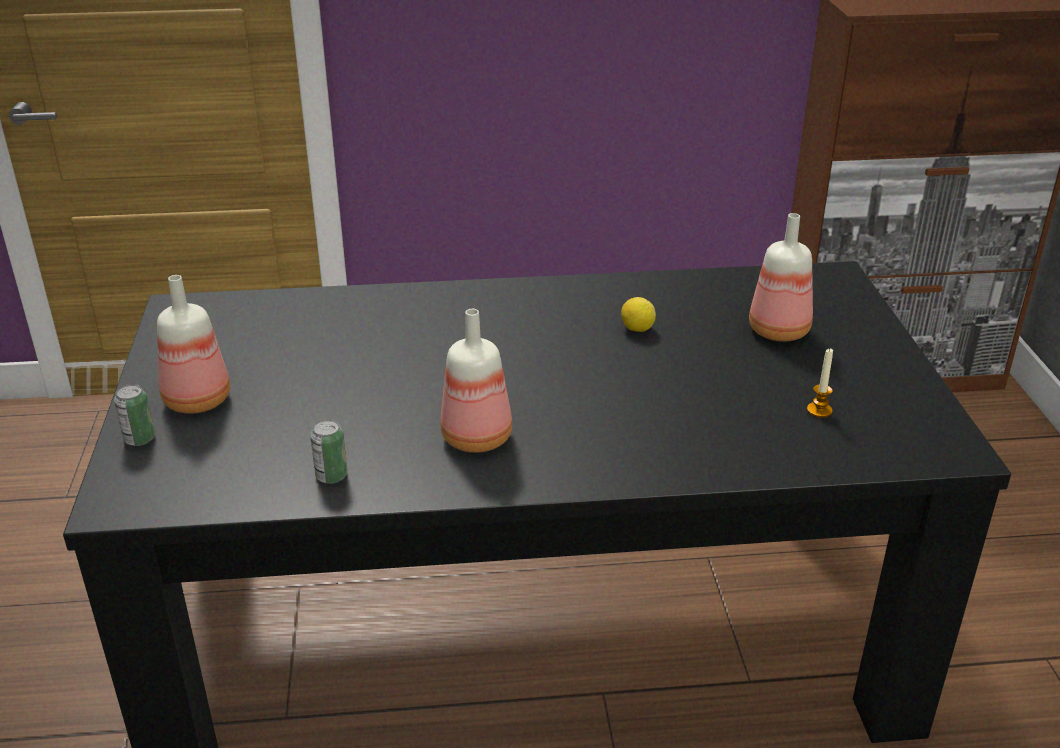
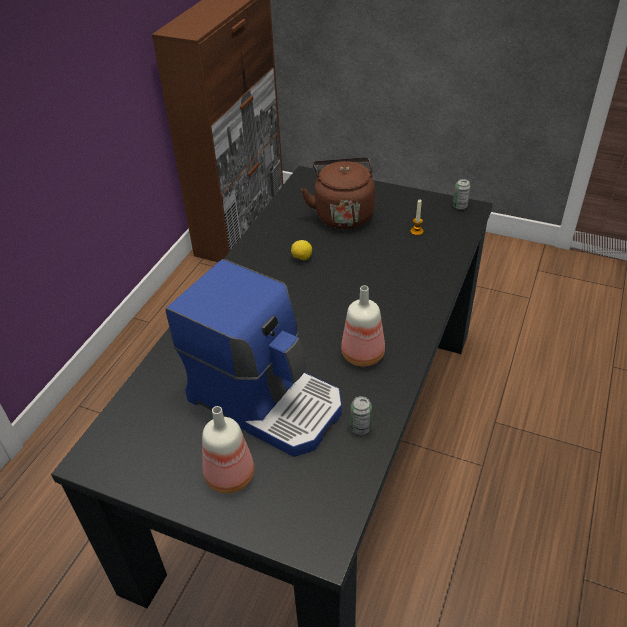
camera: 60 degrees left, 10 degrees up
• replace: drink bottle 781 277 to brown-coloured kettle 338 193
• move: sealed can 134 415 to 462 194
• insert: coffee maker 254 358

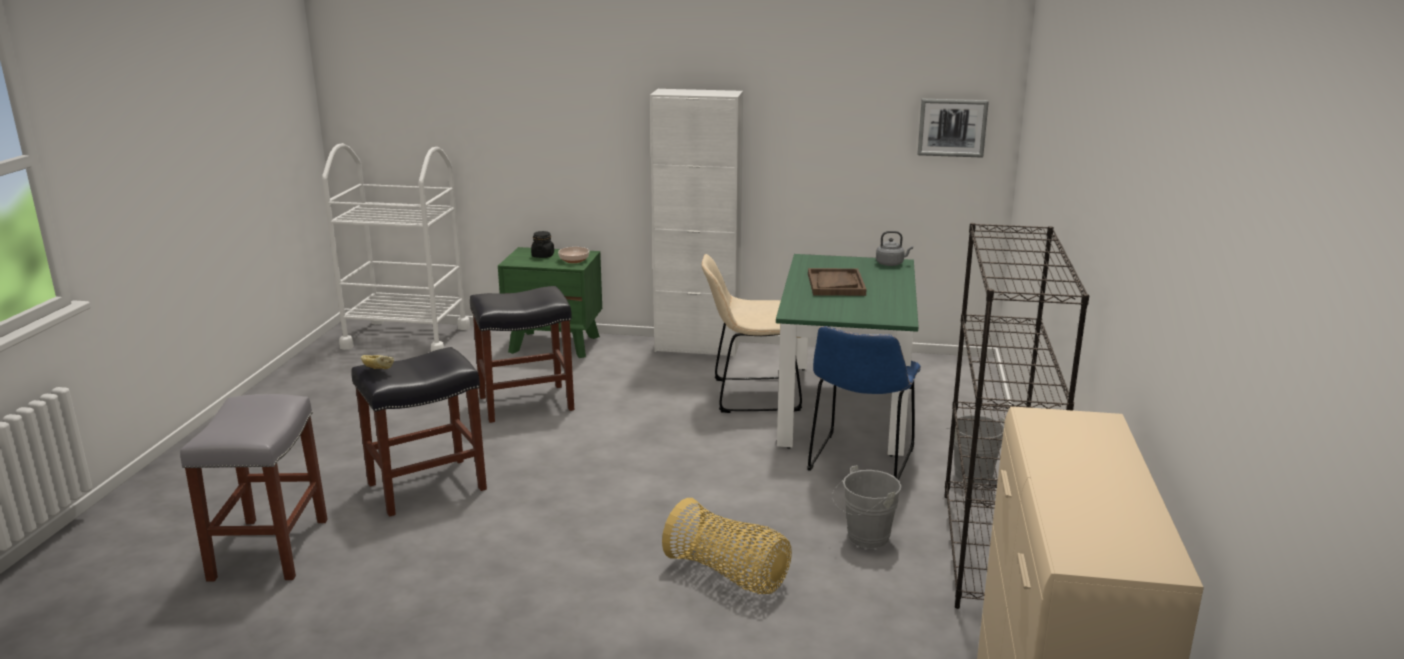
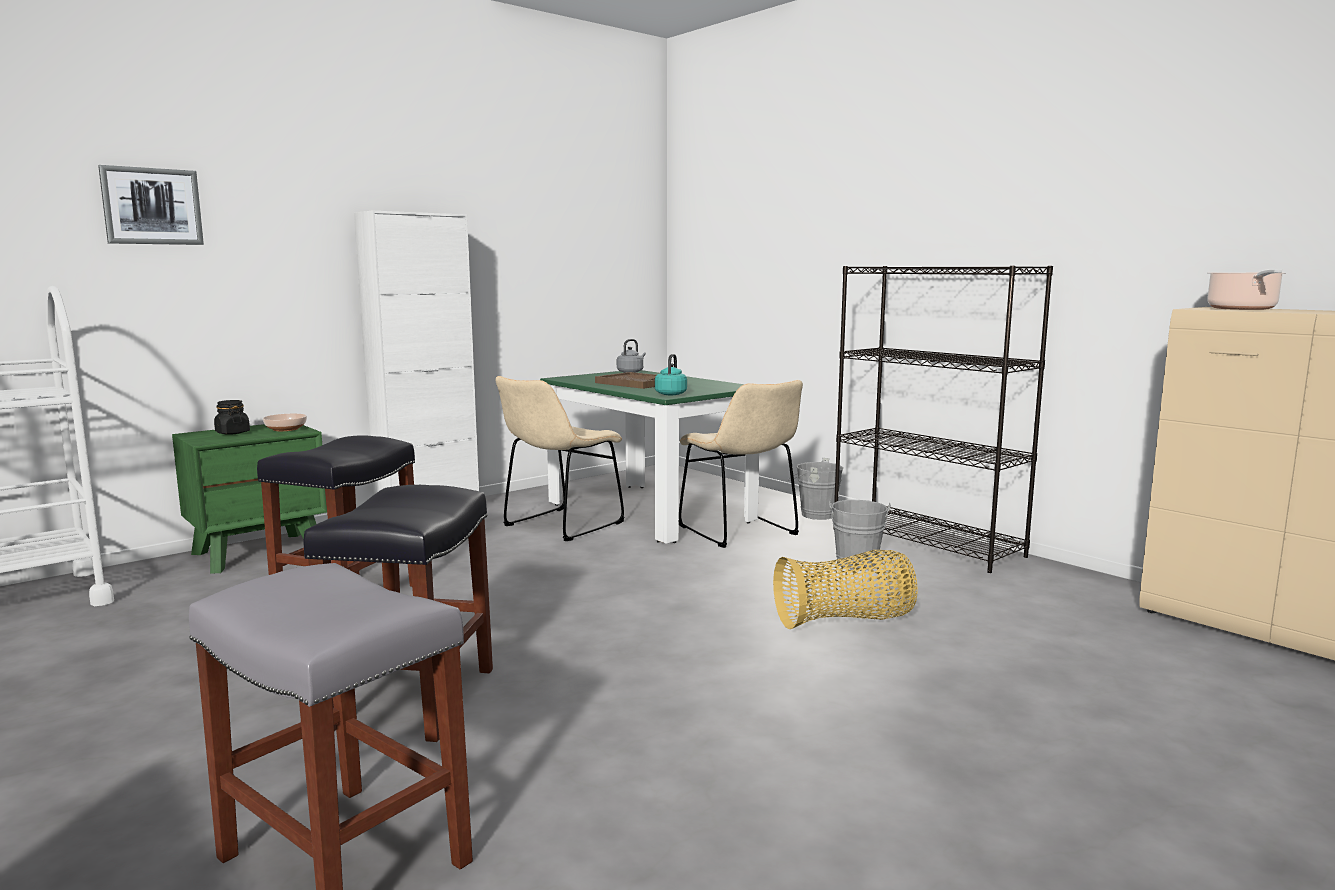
camera: 50 degrees left, 10 degrees down
• move: wall art 953 128 to 151 205
• recolor: blue plain chair 864 403 to beige-coloured plain chair 741 464
• delete: bakery bread 377 362
• insert: saucepot 1246 289
• insert: turquoise-coloured kettle 671 374

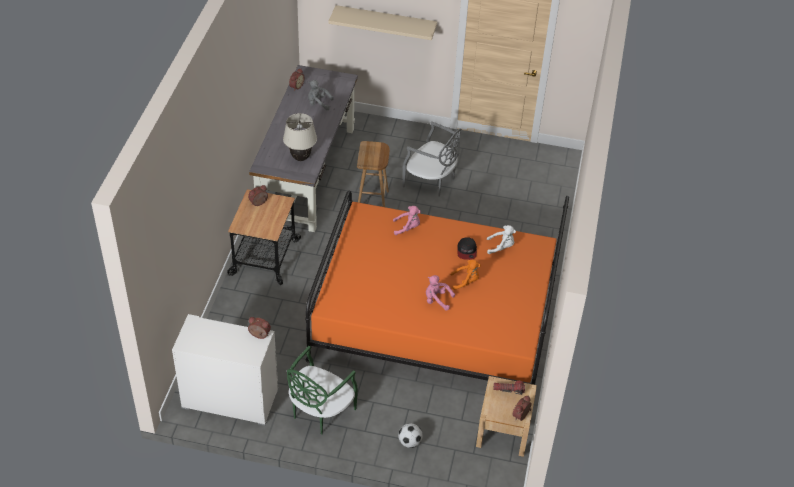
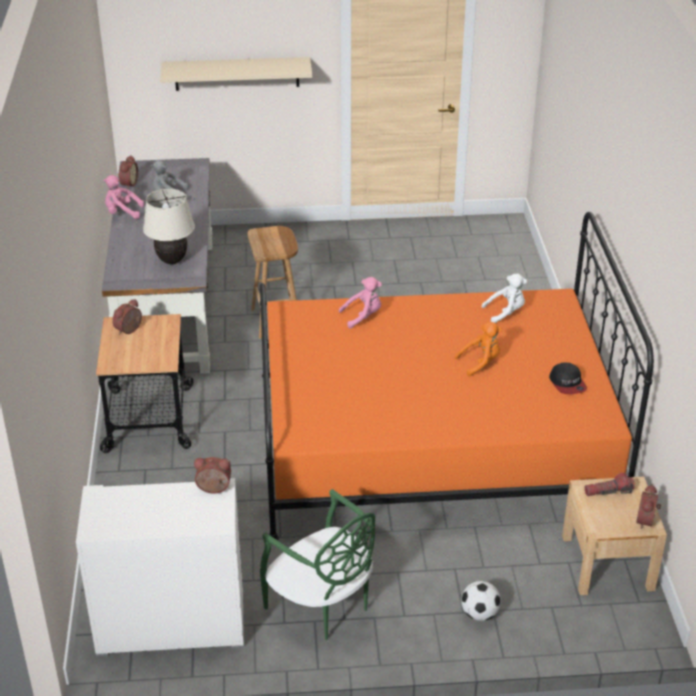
camera: 15 degrees left, 10 degrees down
• delete: gray plain chair 432 159
• move: peaked cap 467 248 to 568 378
• move: pink-coloured soft toy 440 292 to 124 197
• rotate: green-coloured plain chair 322 390 = 317 564 60 degrees counterclockwise

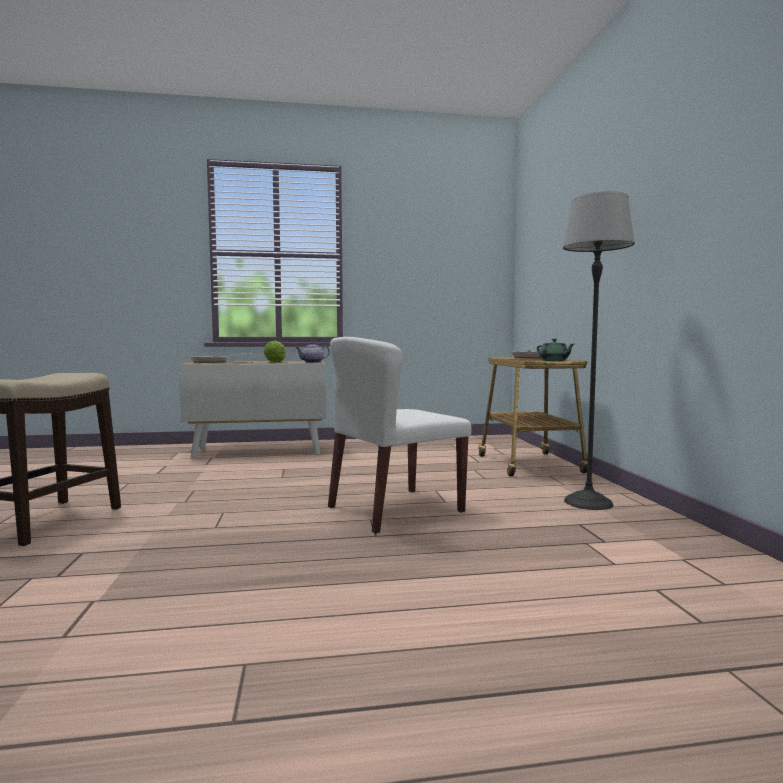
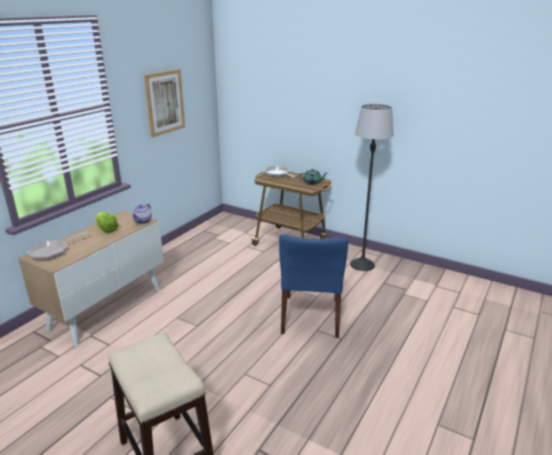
camera: 50 degrees left, 20 degrees up
• recolor: white-coloured plain chair 400 435 to blue plain chair 313 286
• insert: wall art 164 103

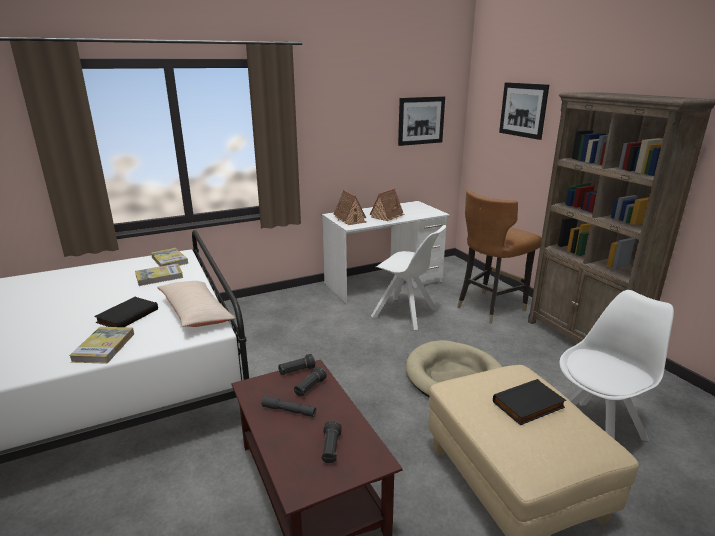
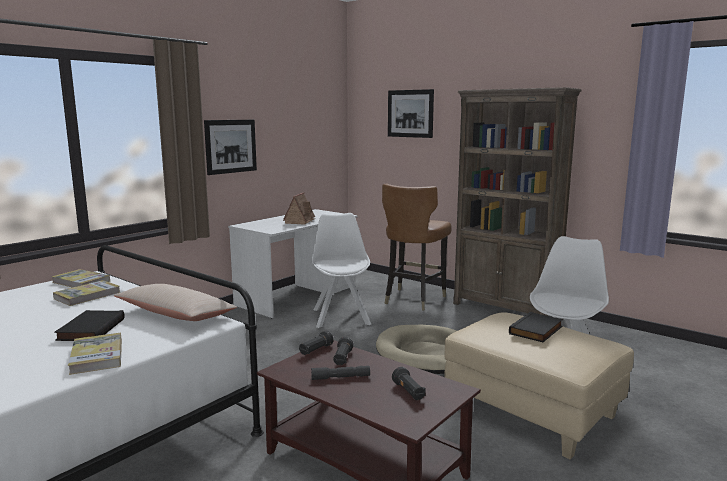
camera: 25 degrees left, 10 degrees down
• move: wall art 421 121 to 230 147
• delete: model house 350 207
• rotate: white-coloured plain chair 408 277 = 341 270 105 degrees counterclockwise

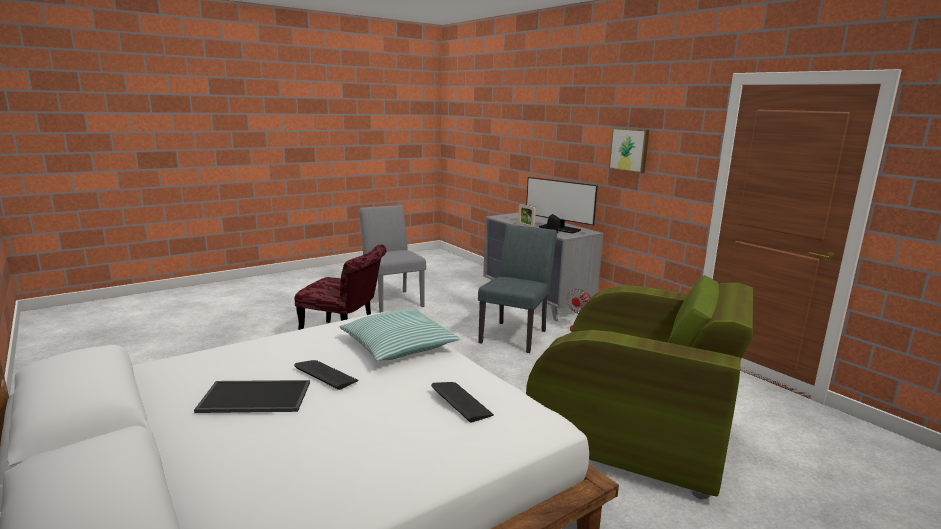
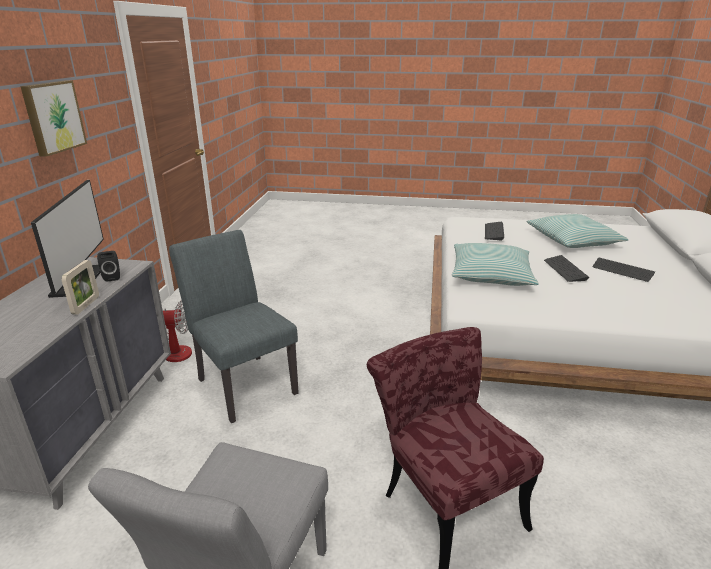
camera: 135 degrees left, 10 degrees up
• rotate: gray plain chair 517 289 = 234 326 75 degrees clockwise
• delete: green-coloured lounge chair 640 387
• replace: serving tray 252 396 to PC keyboard 624 269
• insert: pillow 577 231

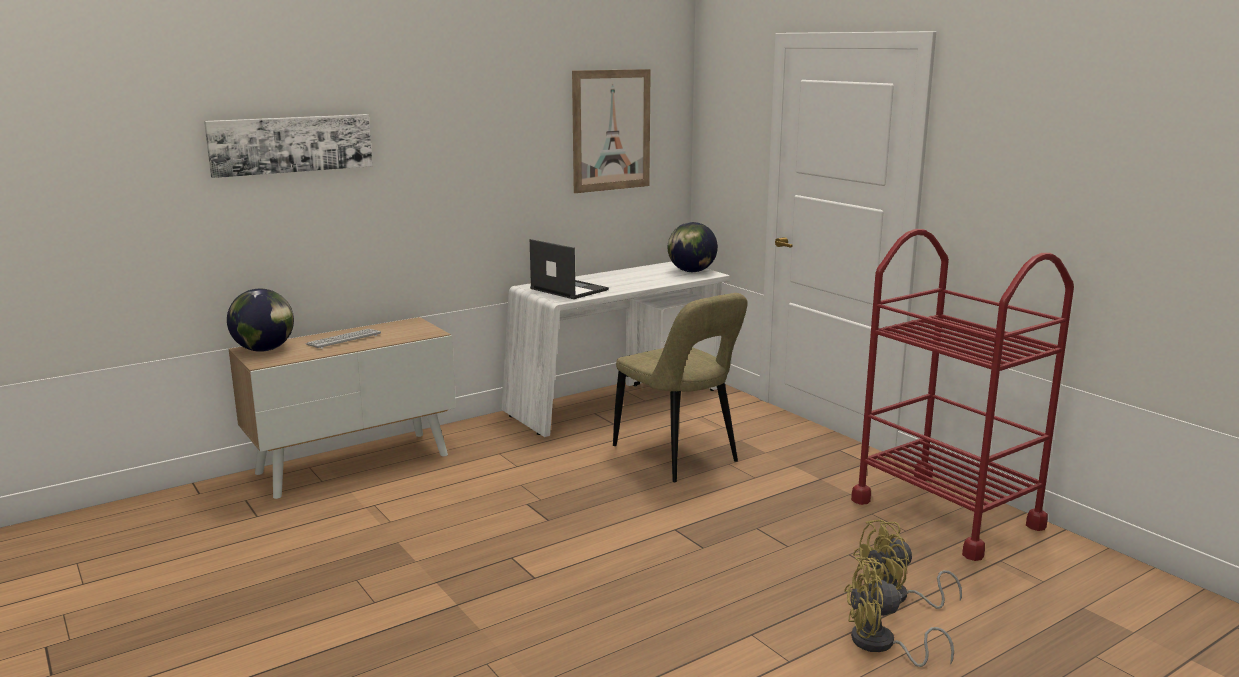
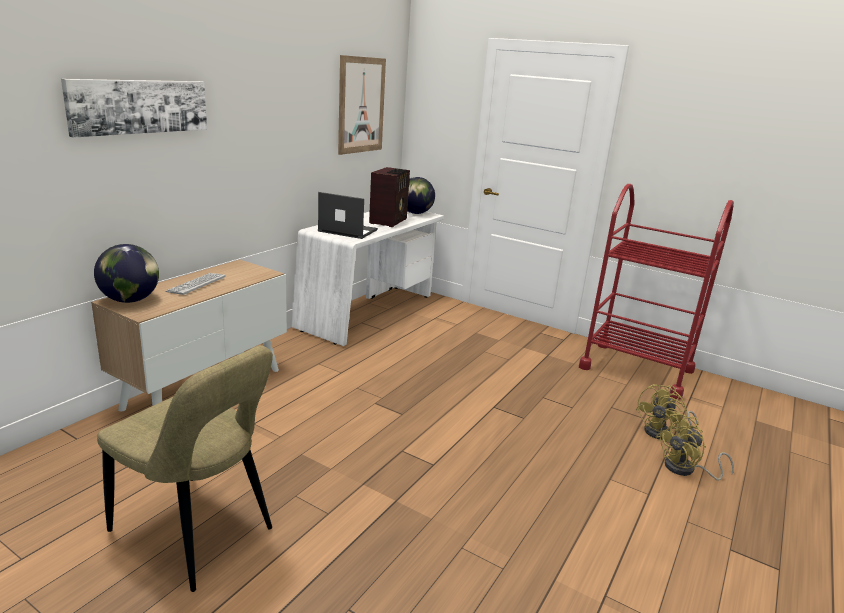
camera: 25 degrees left, 5 degrees up
• move: beige-coloured plain chair 680 387 to 185 468
• insert: radio set 389 197

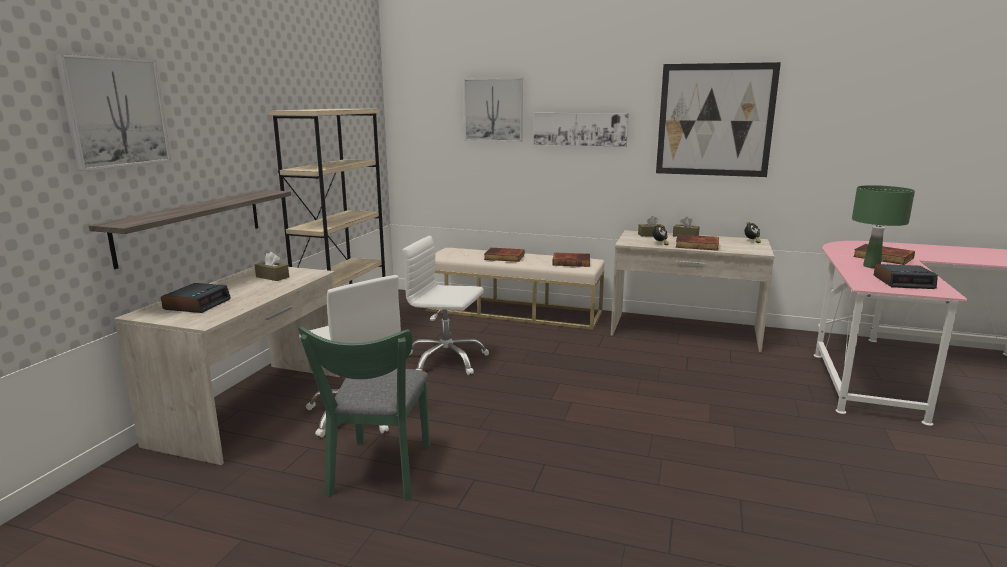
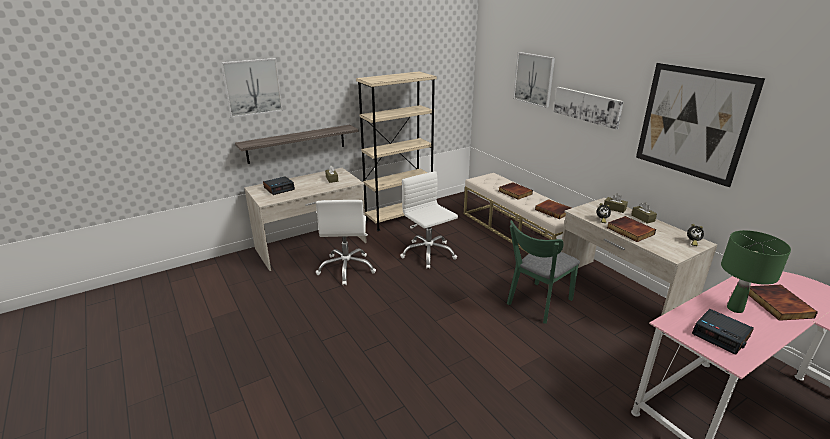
camera: 40 degrees right, 10 degrees up
• move: green-coloured plain chair 364 413 to 543 272

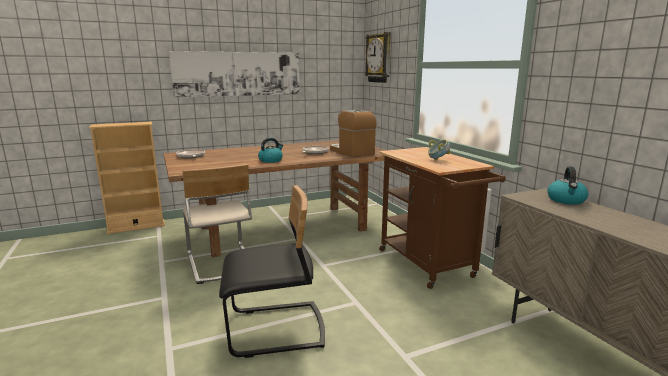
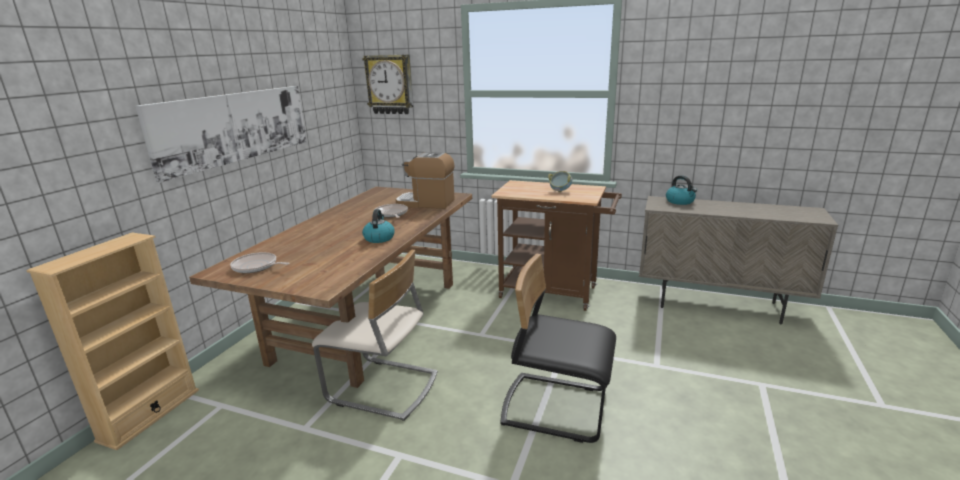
camera: 45 degrees left, 5 degrees up
• rotate: black plain chair 272 271 = 558 348 105 degrees counterclockwise

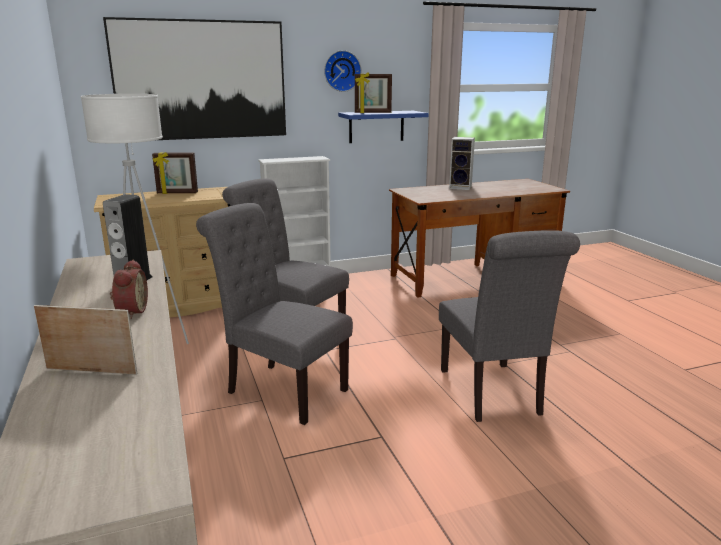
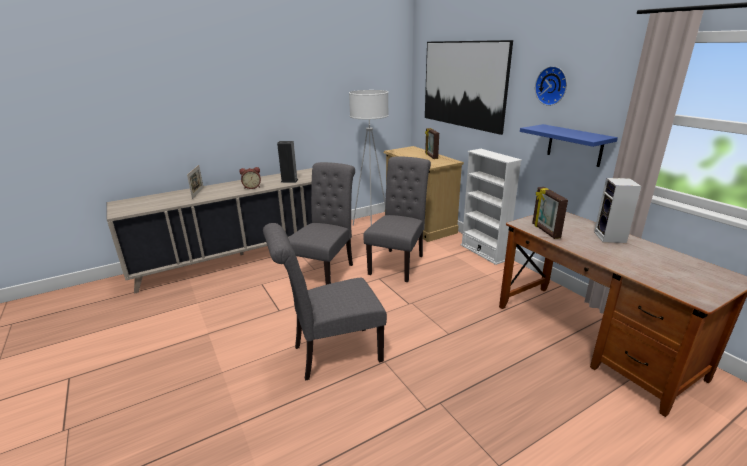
camera: 80 degrees right, 5 degrees up
• move: standing frame 373 92 to 550 213

